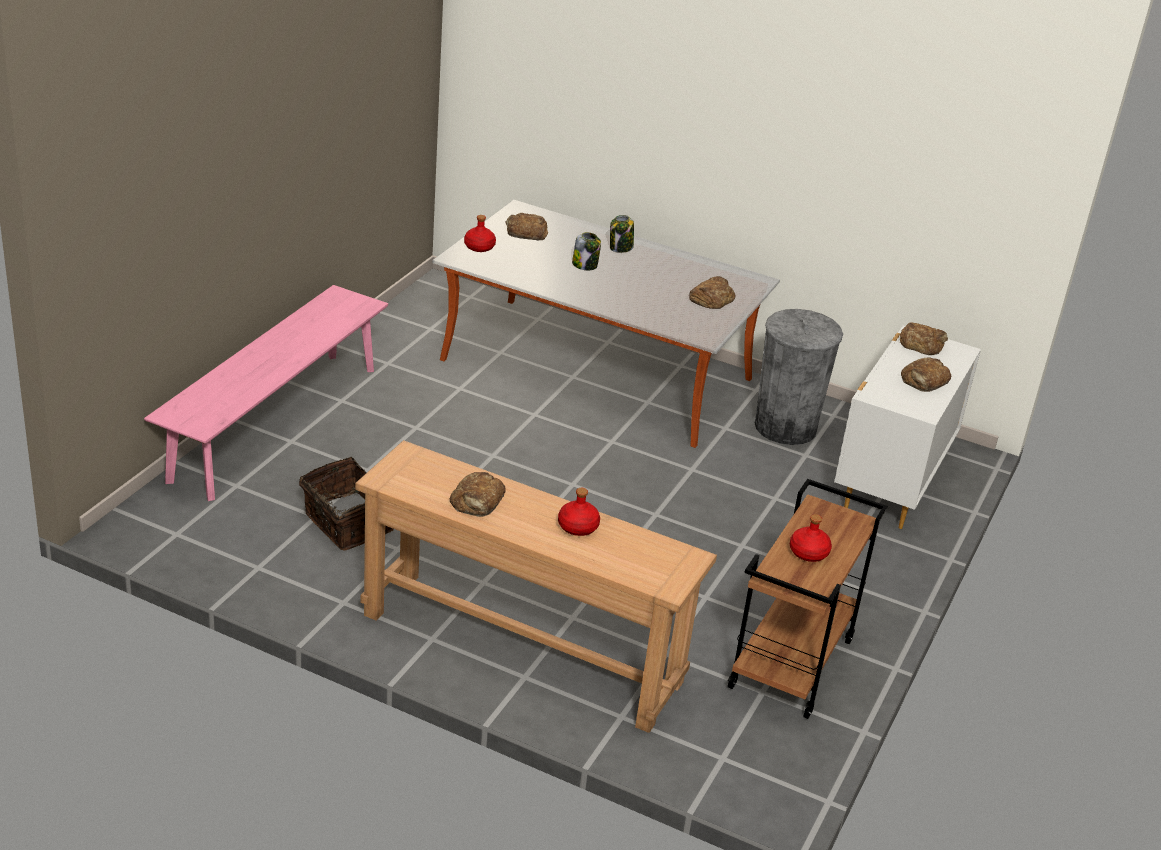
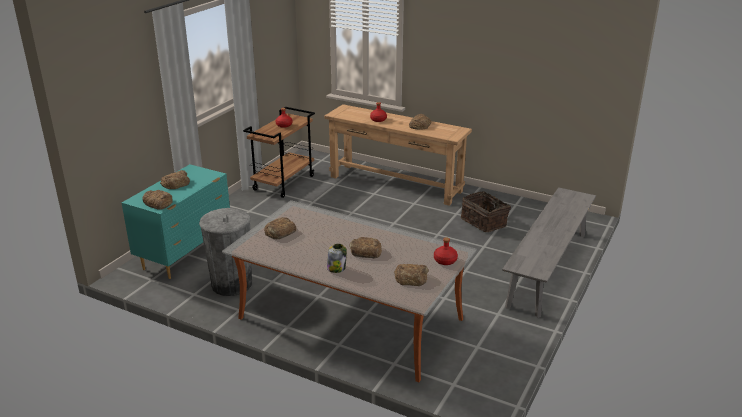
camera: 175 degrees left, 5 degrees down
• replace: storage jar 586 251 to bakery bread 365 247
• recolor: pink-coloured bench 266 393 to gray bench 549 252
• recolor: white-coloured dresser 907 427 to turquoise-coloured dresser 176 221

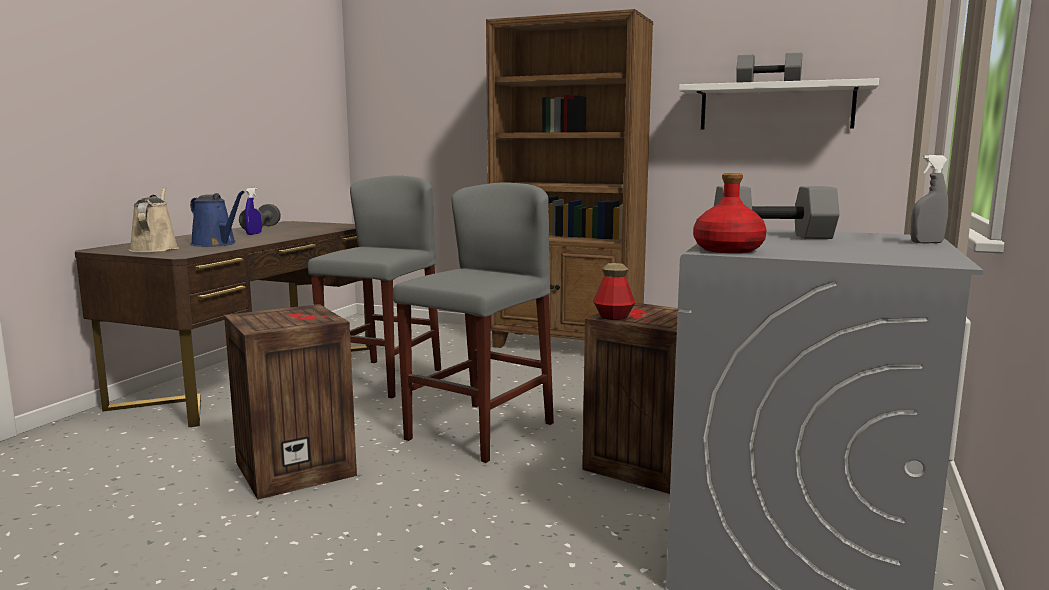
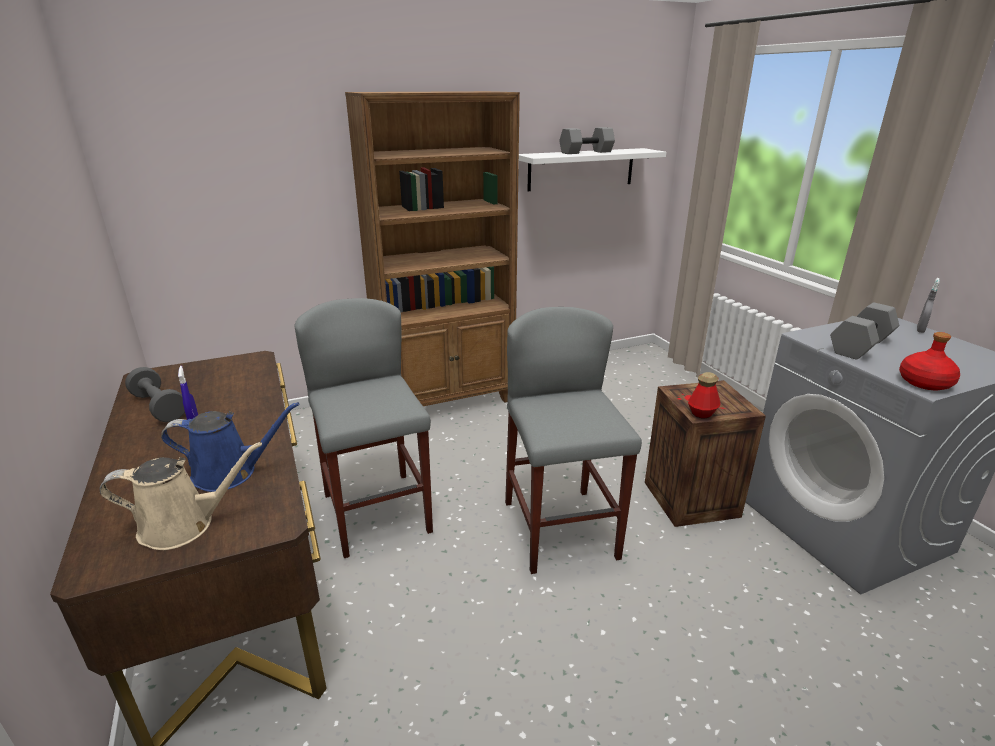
camera: 45 degrees left, 15 degrees up
• rotate: beige-coloured sprinkling can 153 219 = 180 496 135 degrees clockwise
• delete: shipping crate 290 402

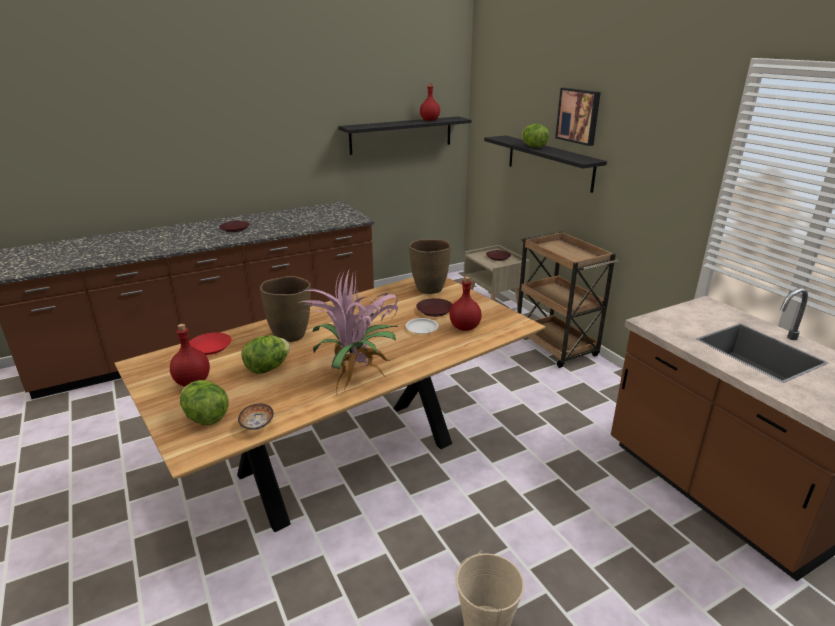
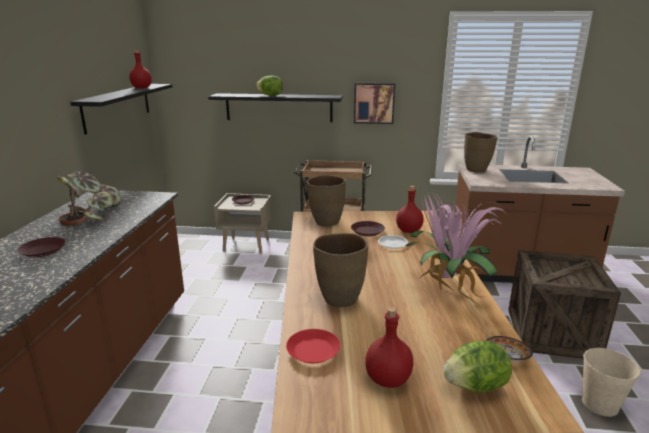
camera: 55 degrees left, 5 degrees down
• move: wall art 578 117 to 374 103
• delete: lettuce 265 354
• insert: brown-coloured decorative vase 481 152
• insert: plant in a pot 89 198
• insert: shipping crate 565 304

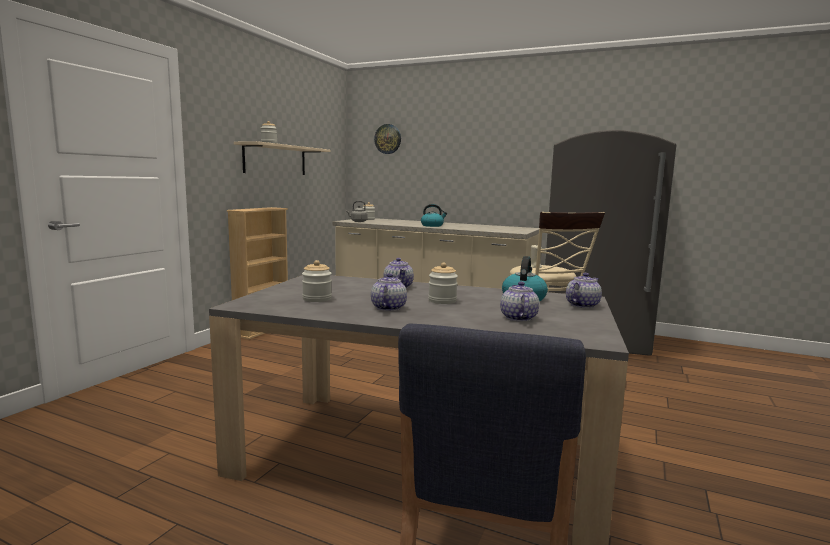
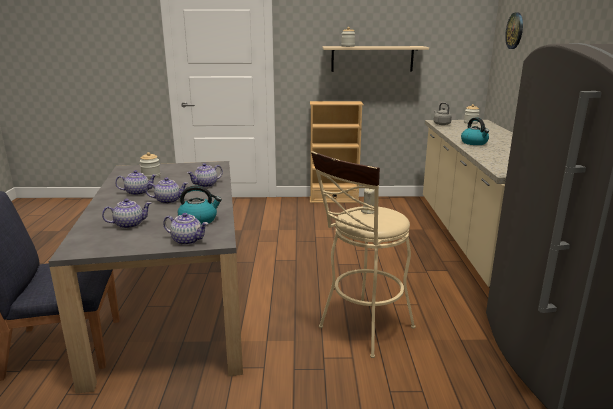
camera: 65 degrees right, 10 degrees up
• replace: storage jar 443 283 to pot for tea 166 191

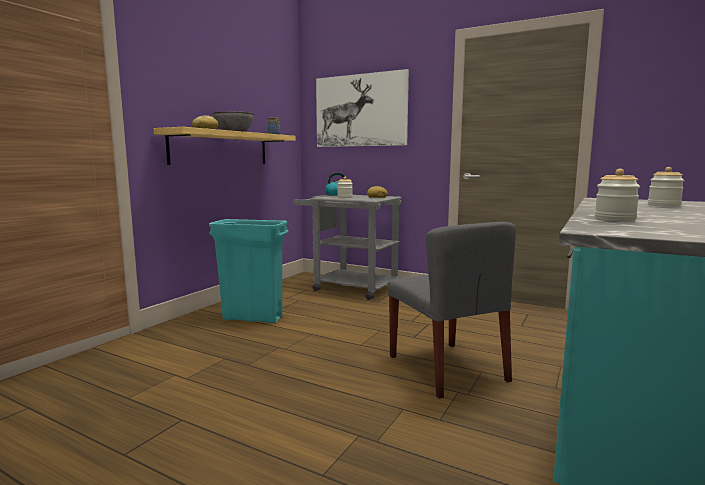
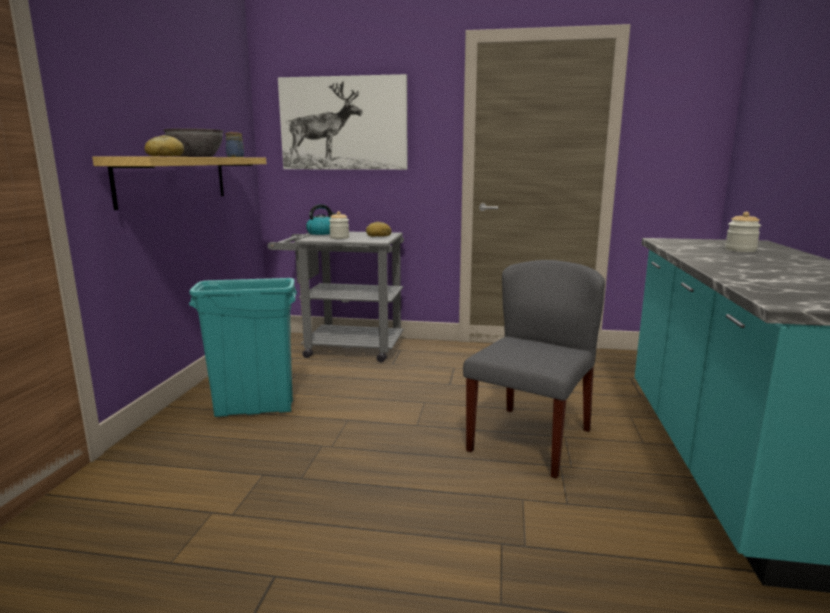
camera: 20 degrees left, 5 degrees up
• delete: storage jar 617 195
• rotate: gray plain chair 451 310 = 534 369 105 degrees counterclockwise

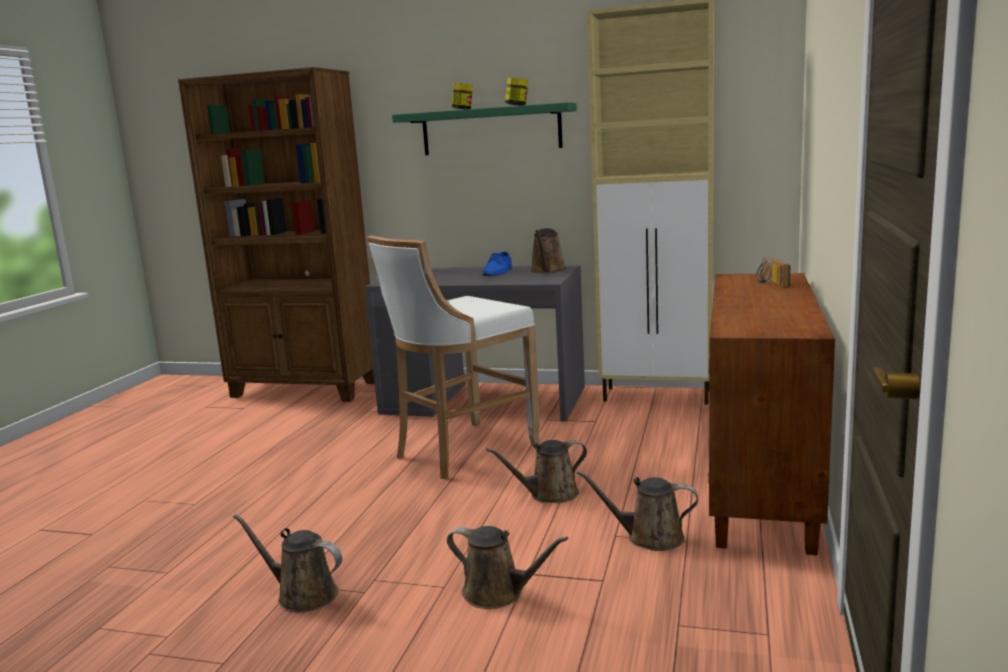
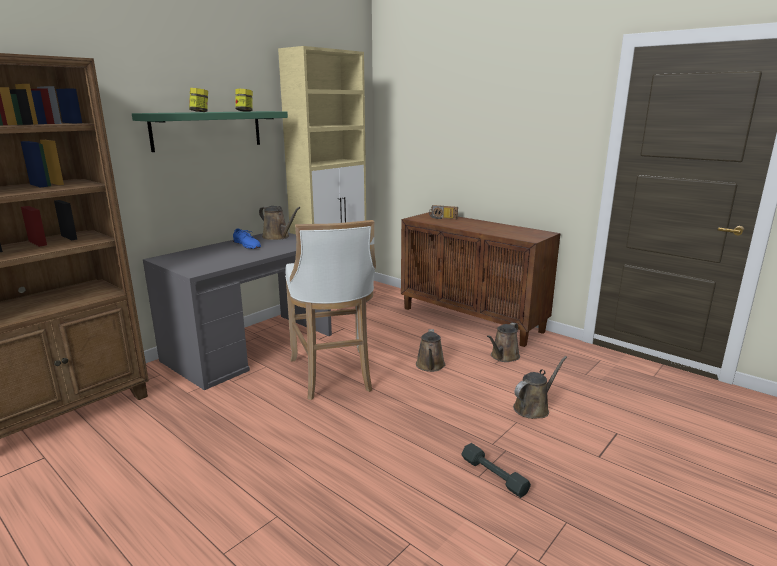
camera: 65 degrees left, 5 degrees up
• replace: brown-coloured sprinkling can 287 563 to gray free weight 496 470

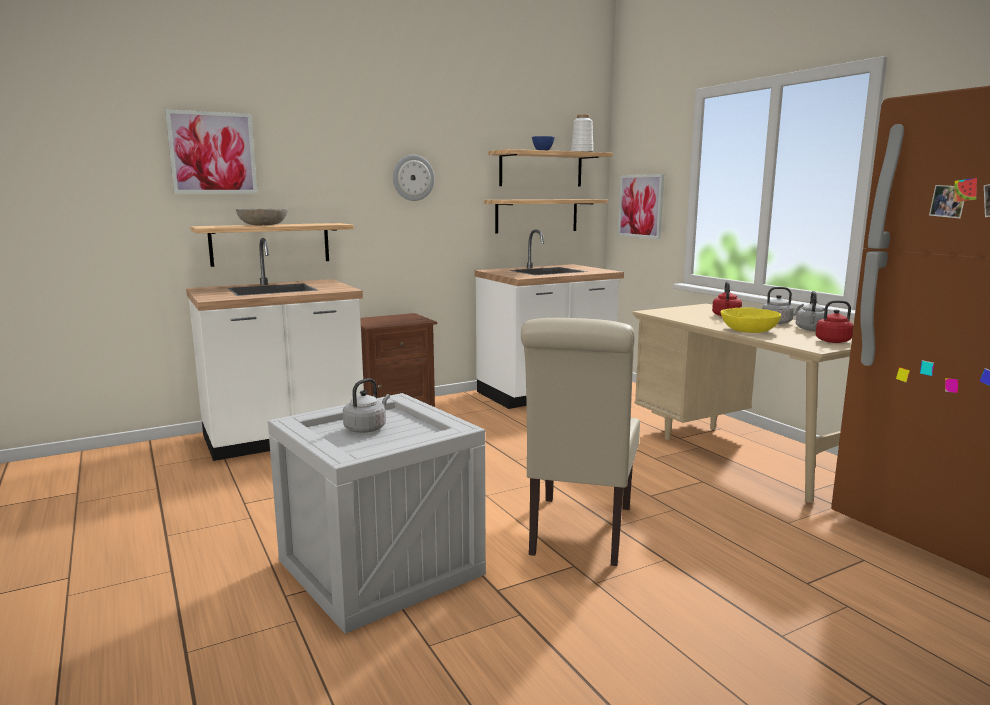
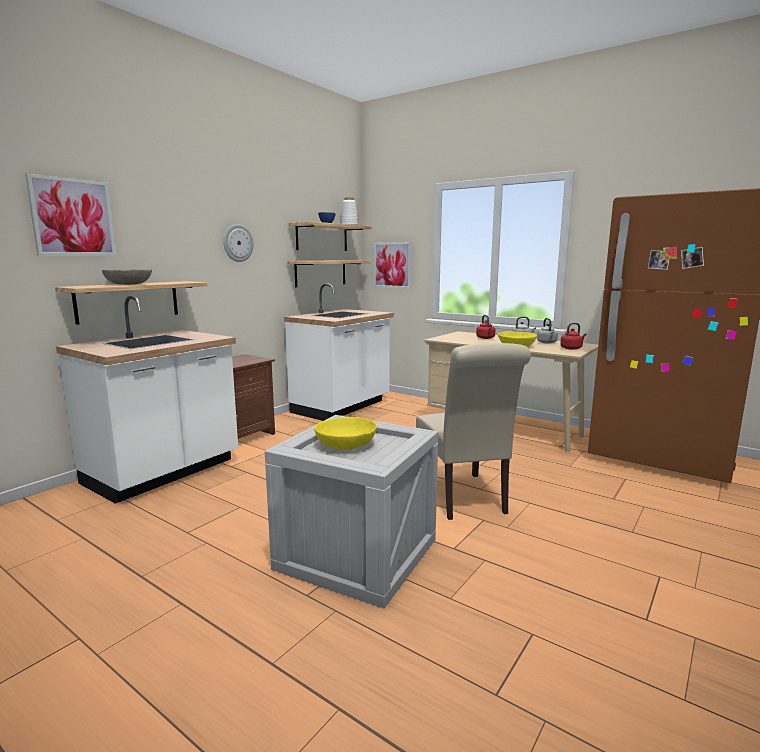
camera: 25 degrees left, 0 degrees up
• replace: gray kettle 366 405 to yellowish deep dish 345 433

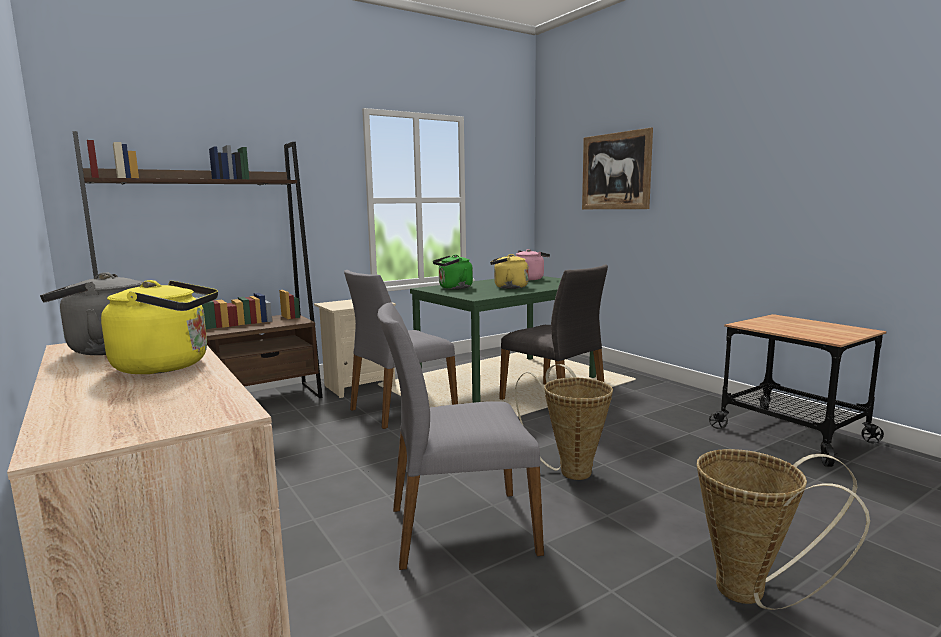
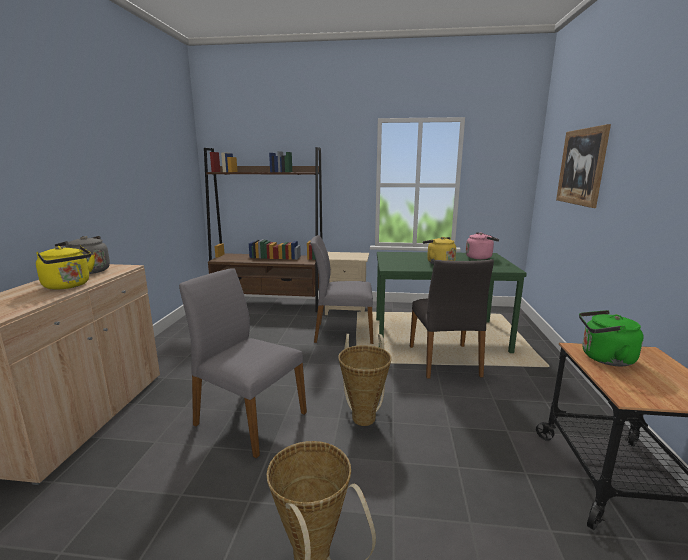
camera: 40 degrees right, 5 degrees up
• move: green-coloured kettle 453 272 to 611 338

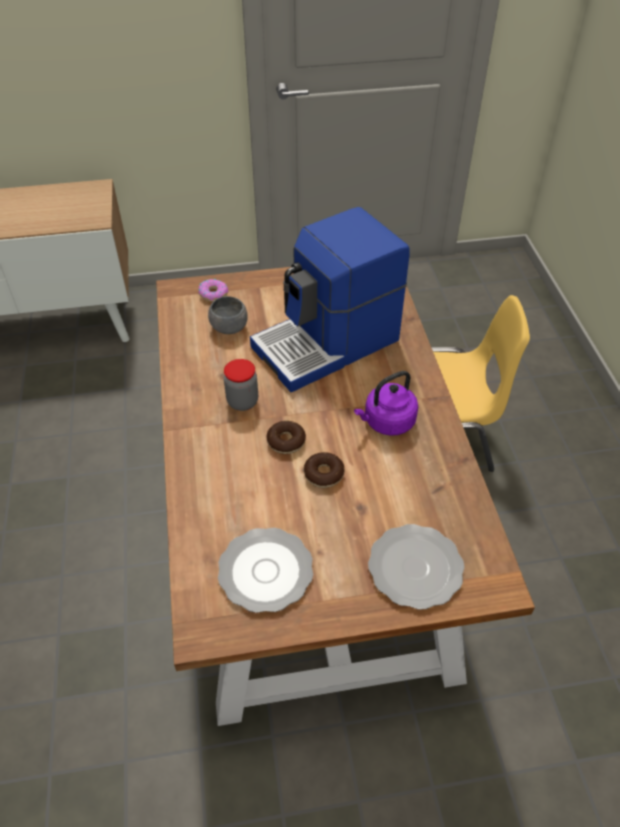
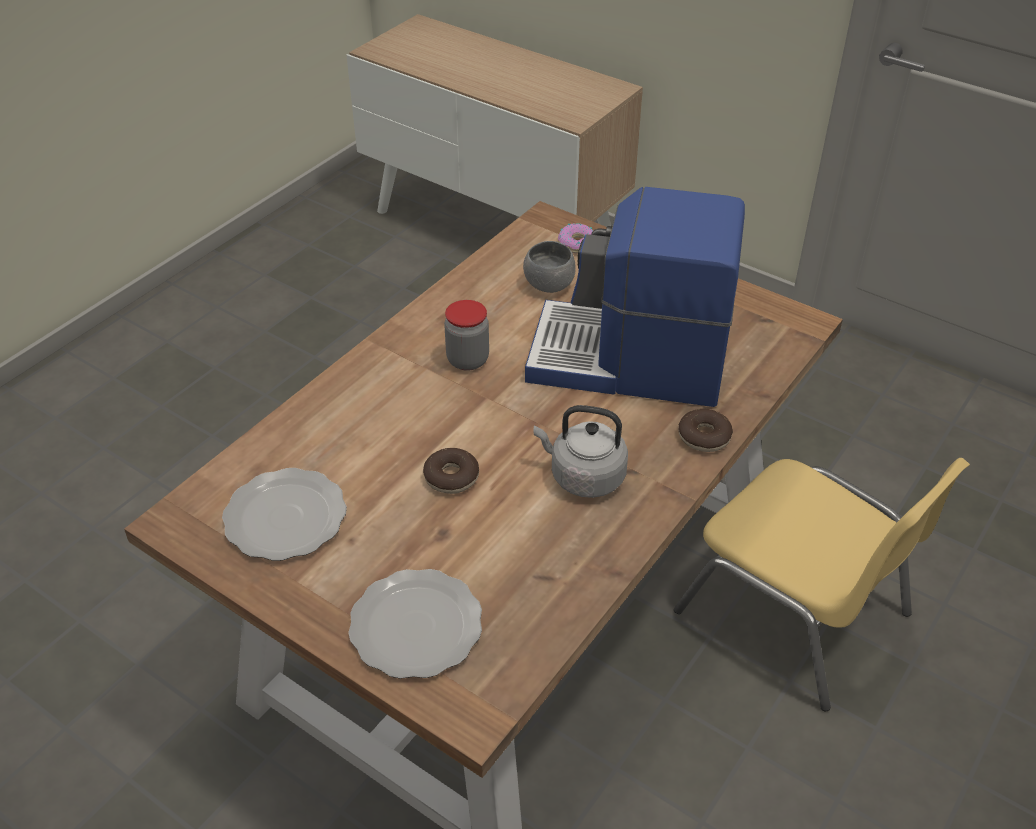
camera: 45 degrees right, 5 degrees down
• recolor: purple-coloured kettle 386 403 to gray kettle 581 451
• move: ring doughnut 286 437 to 705 430

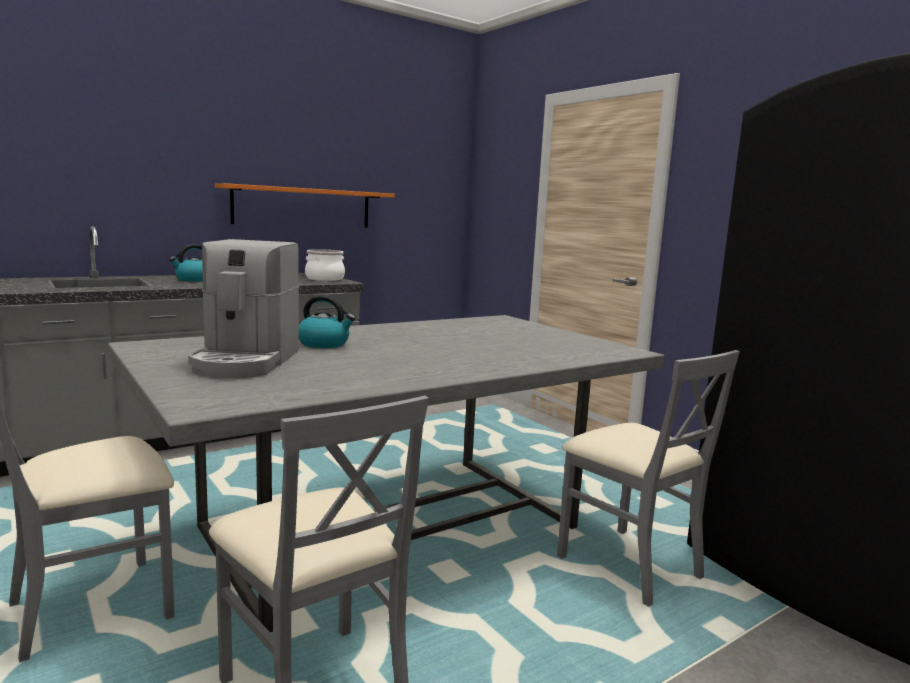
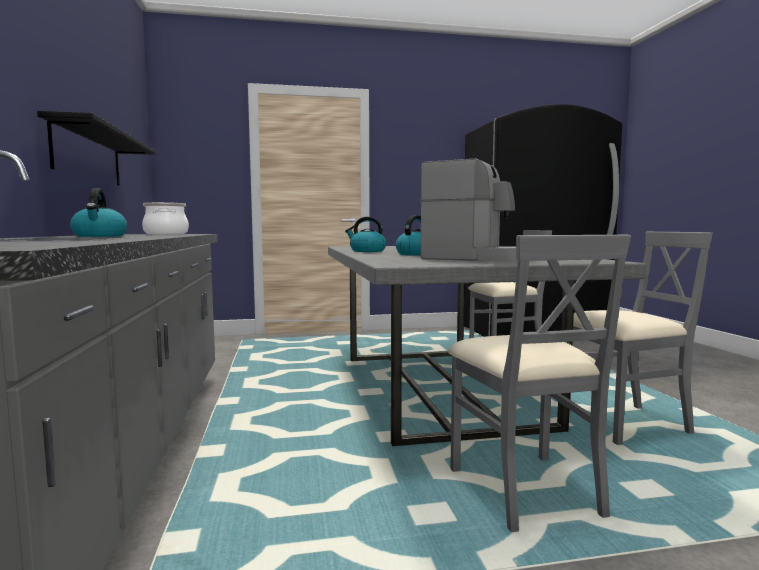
camera: 65 degrees left, 5 degrees down
• recolor: orange-coloured shelf 305 205 to black shelf 96 148
• insert: kettle 365 234

